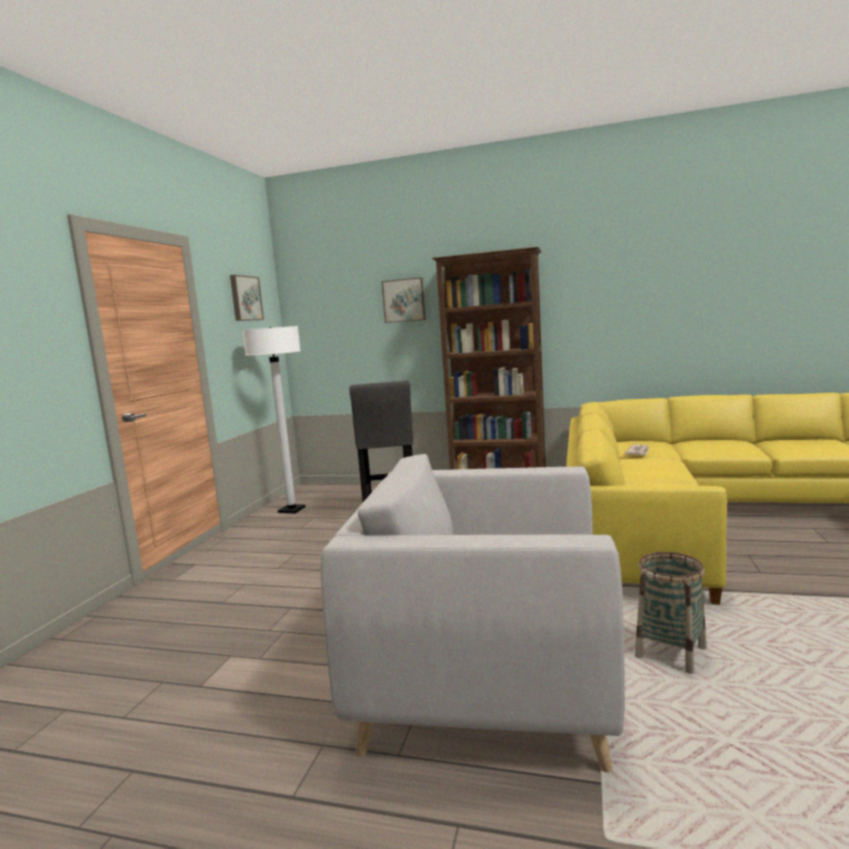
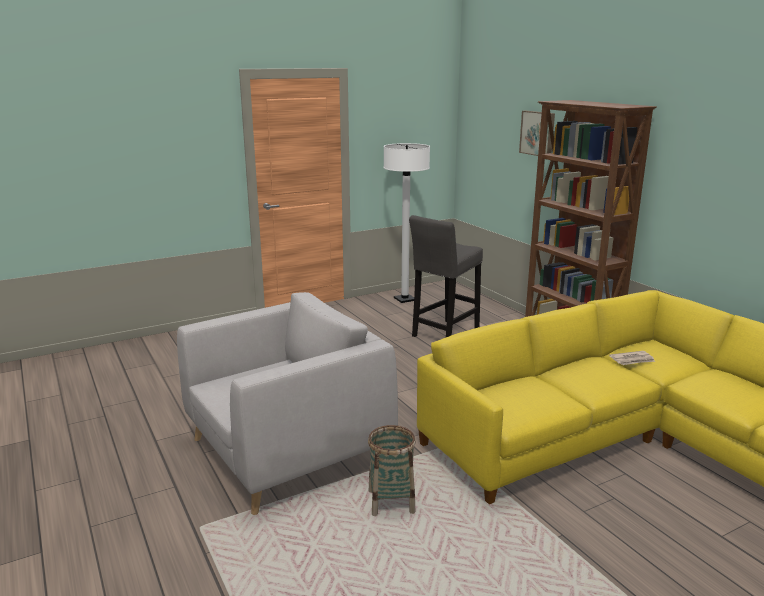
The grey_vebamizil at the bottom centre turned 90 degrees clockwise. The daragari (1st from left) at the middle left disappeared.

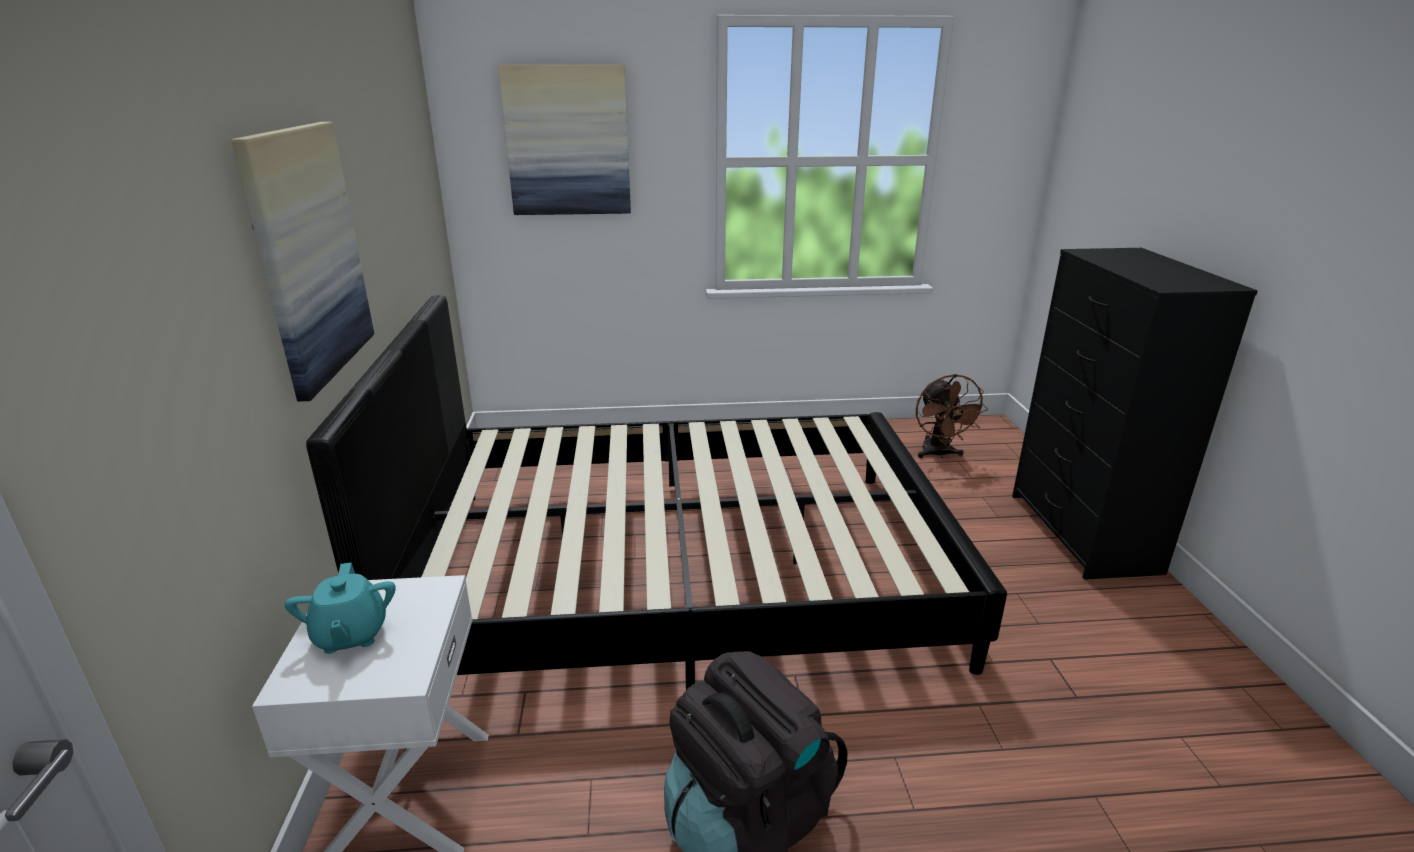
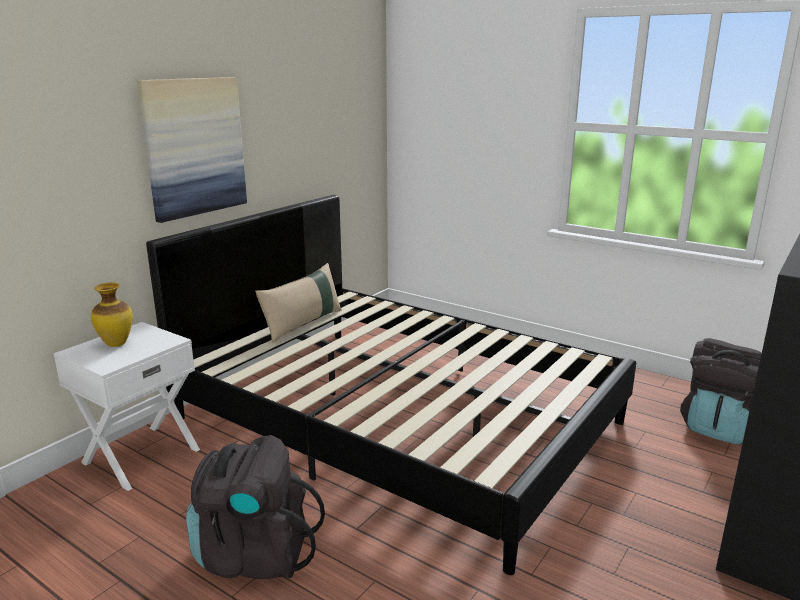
The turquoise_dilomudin at the bottom left was replaced by the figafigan at the middle left. The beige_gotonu at the centre appeared. The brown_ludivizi at the middle right was replaced by the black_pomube (2nd from left) at the middle right. The daragari (2nd from left) at the top centre disappeared.

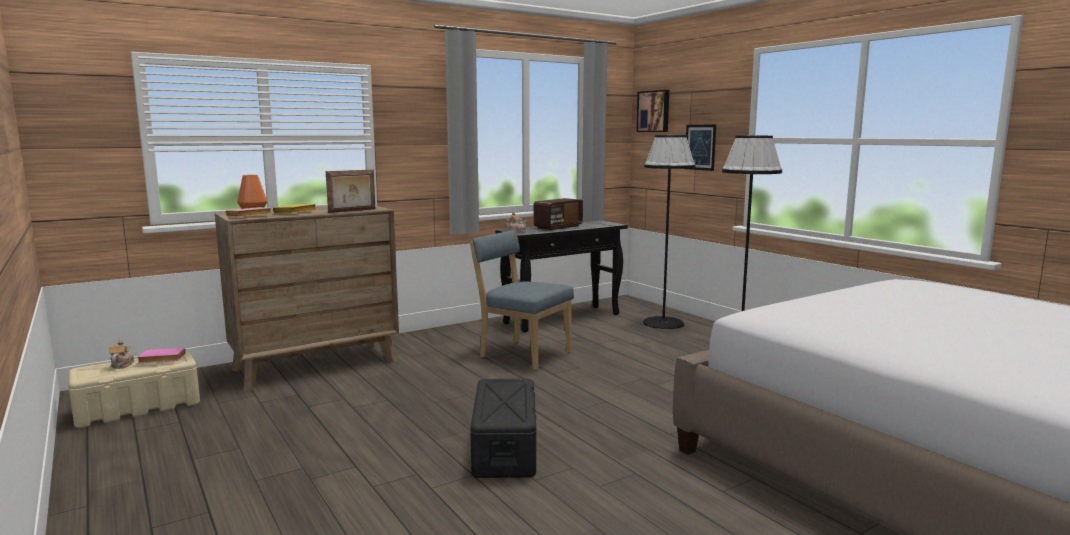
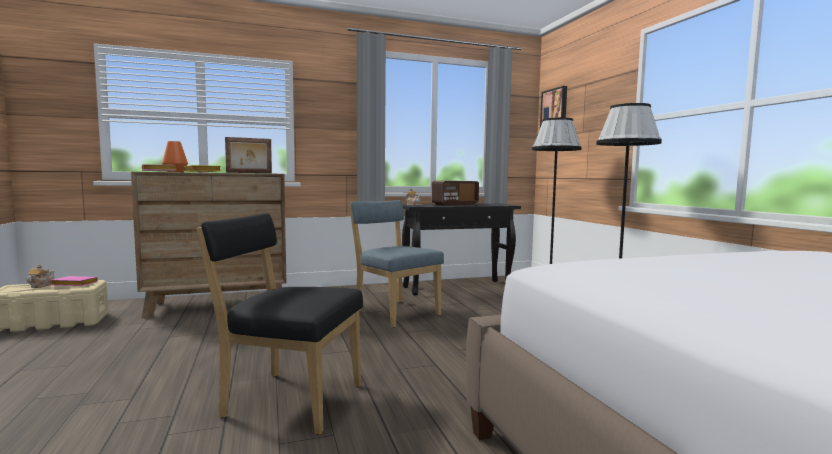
The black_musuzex at the bottom centre was replaced by the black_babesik at the bottom centre. The daragari (2nd from left) at the top centre disappeared.

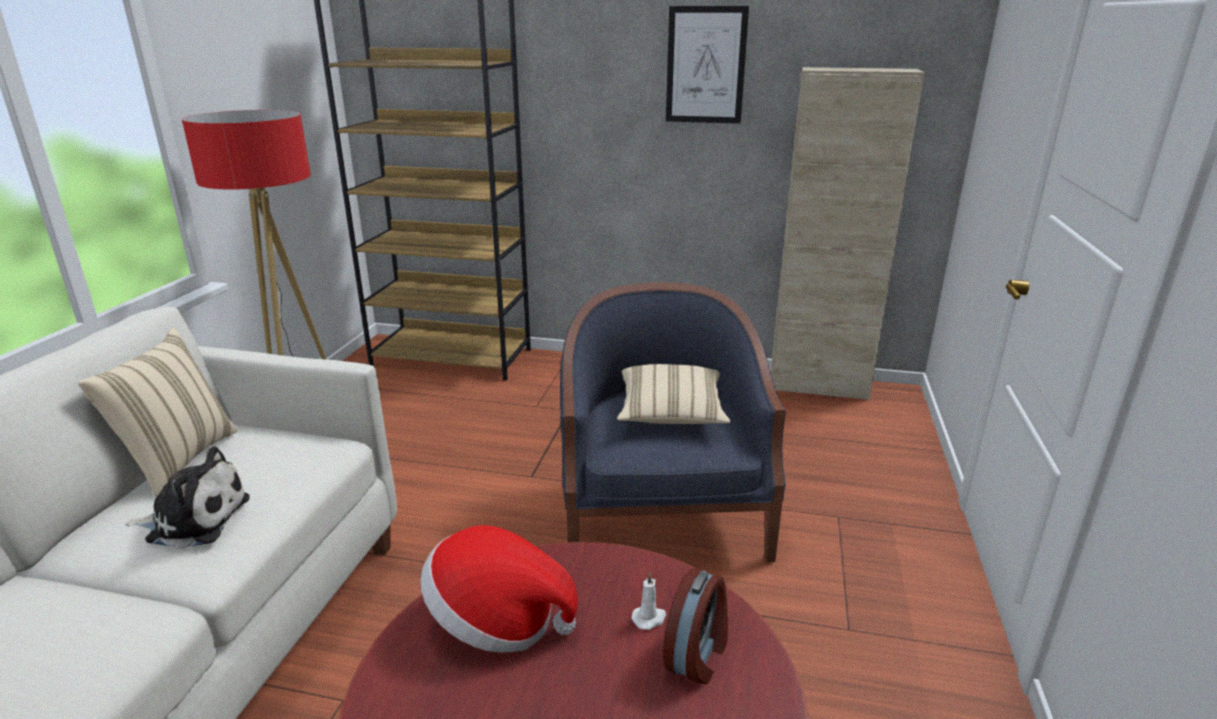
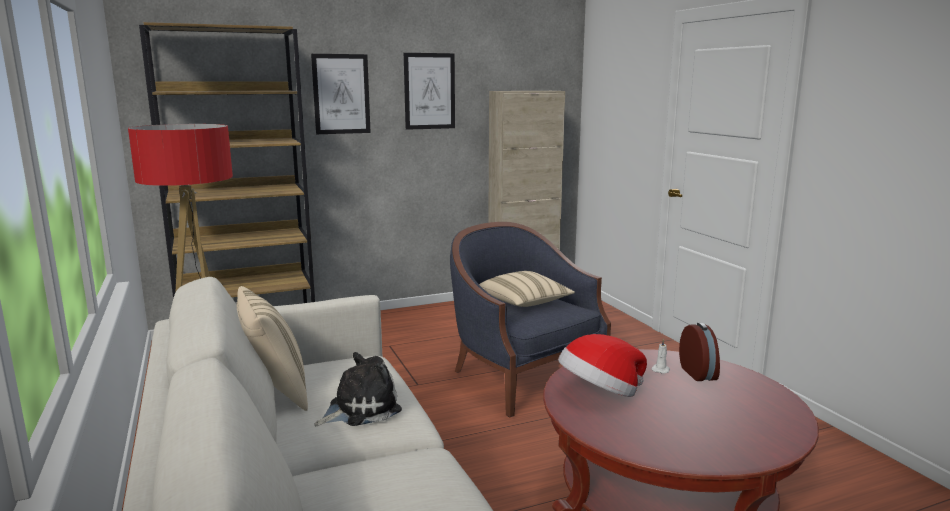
The daragari (1st from left) at the top centre appeared.

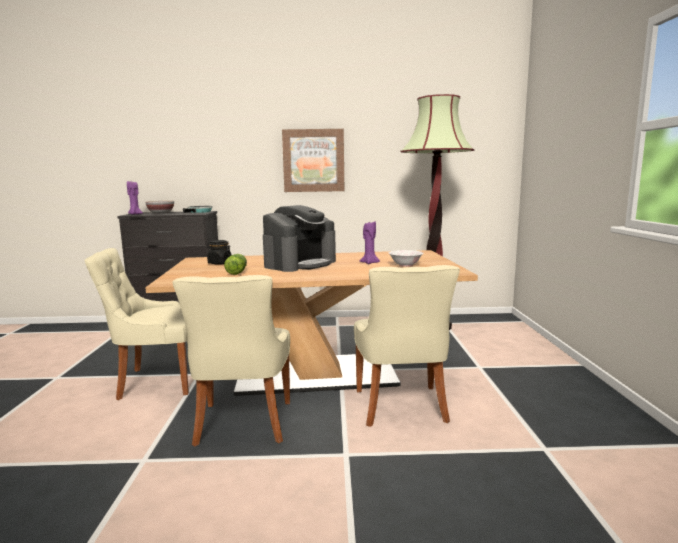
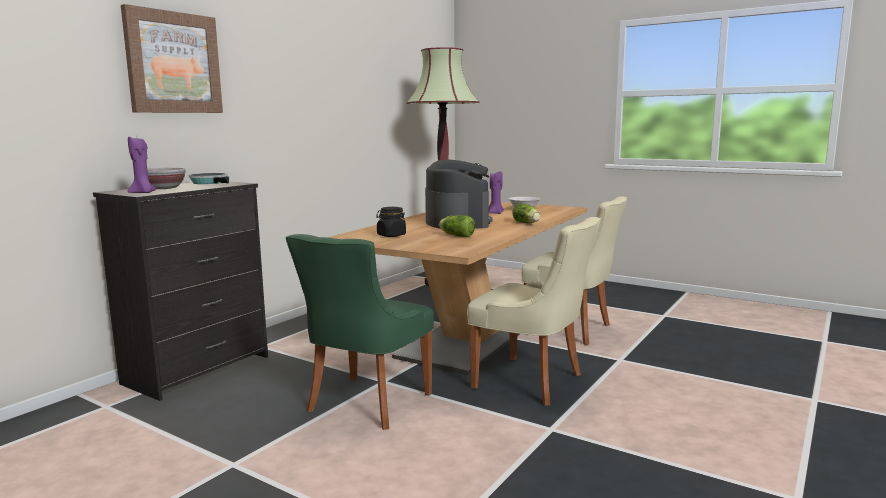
The daragari moved from the top centre to the top left. The beige_babesik (1st from left) at the middle left became the green_babesik at the bottom centre. The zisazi (2nd from left) at the centre appeared.

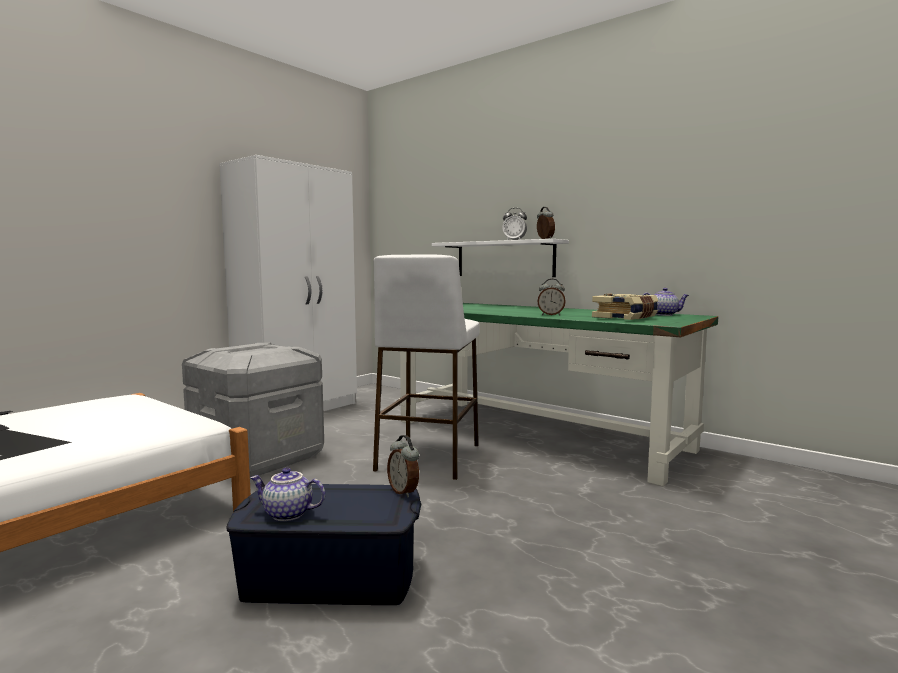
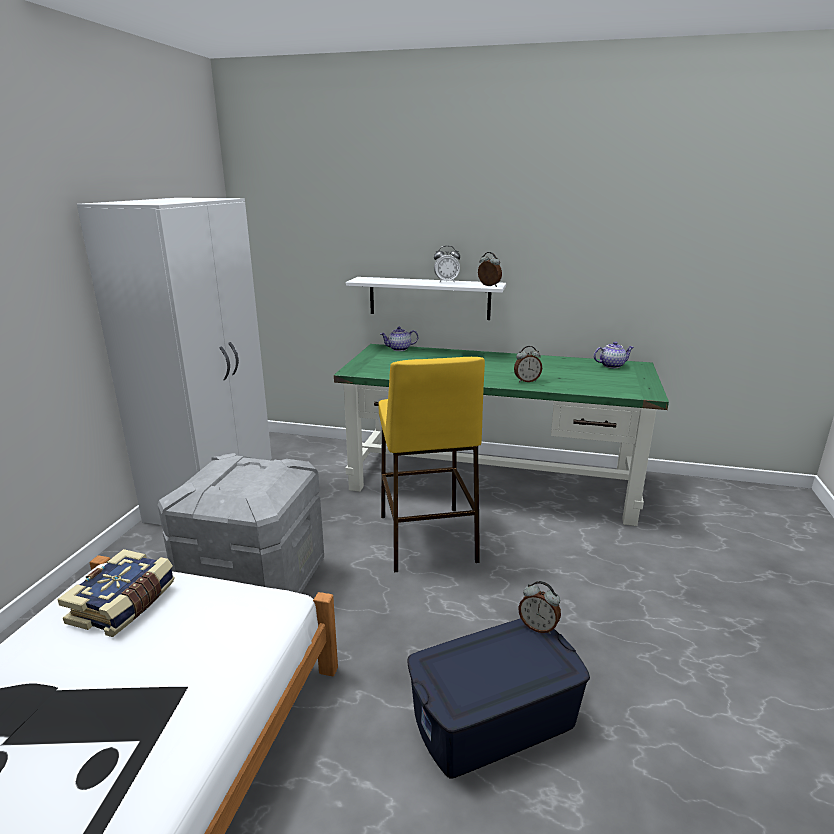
The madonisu moved from the middle right to the bottom left. The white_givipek at the centre became the yellow_givipek at the centre. The dilomudin (1st from left) moved from the bottom left to the centre.

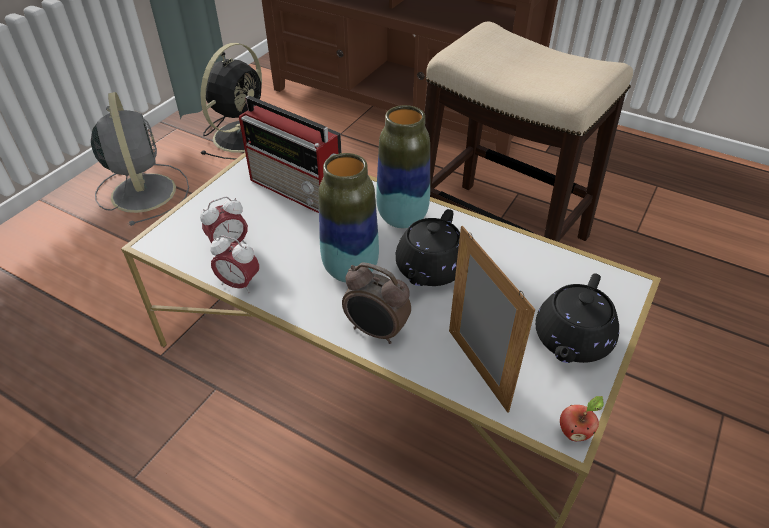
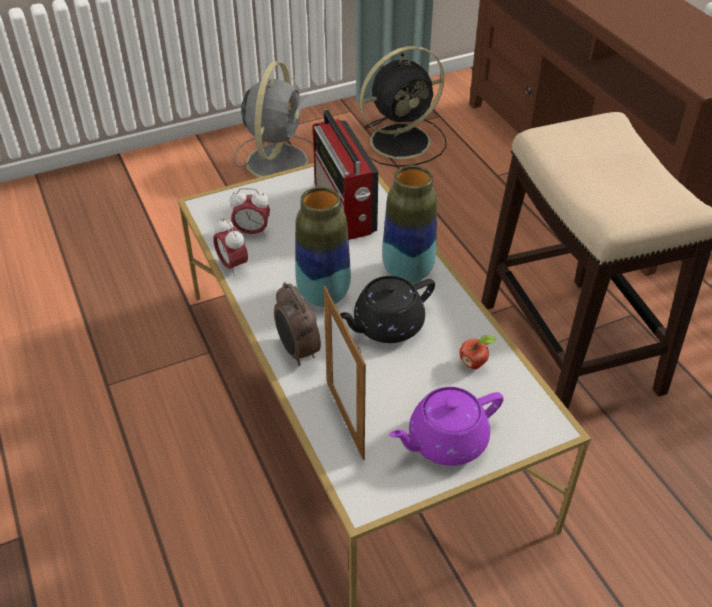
The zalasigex at the centre turned 150 degrees clockwise. The black_dilomudin (2nd from left) at the middle right became the purple_dilomudin at the bottom centre. The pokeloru moved from the bottom right to the middle right.

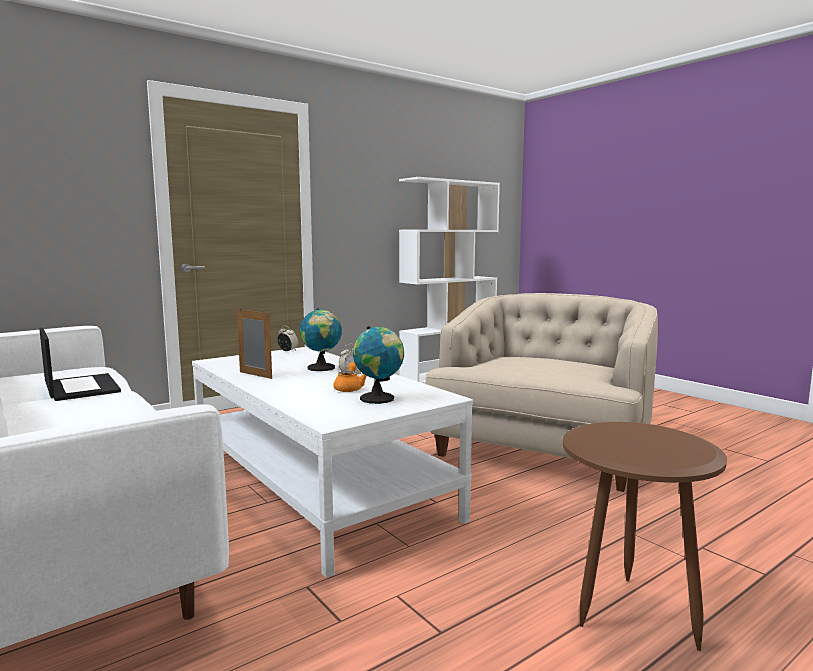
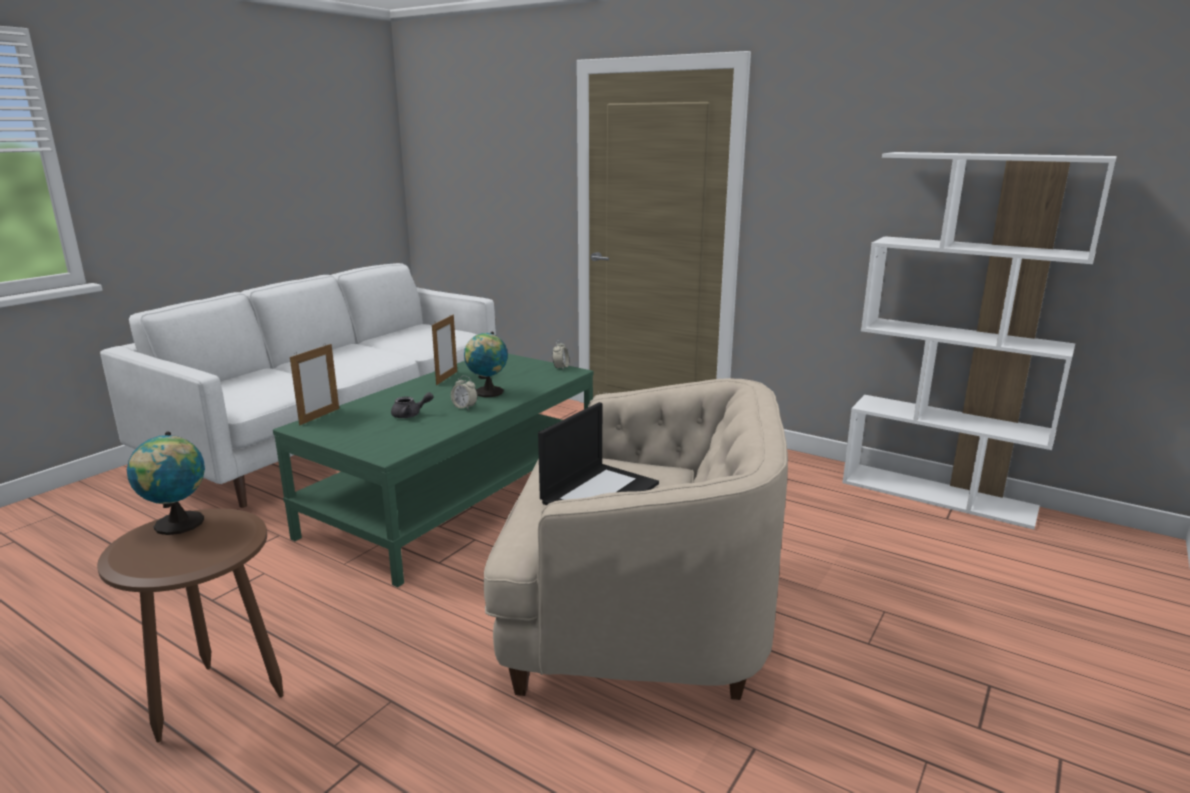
The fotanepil (2nd from left in the first image) moved from the centre to the middle left. The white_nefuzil at the bottom centre became the green_nefuzil at the centre. The zalasigex (1st from left) at the middle left appeared. The orange_dilomudin at the centre became the grey_dilomudin at the centre. The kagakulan moved from the middle left to the centre.

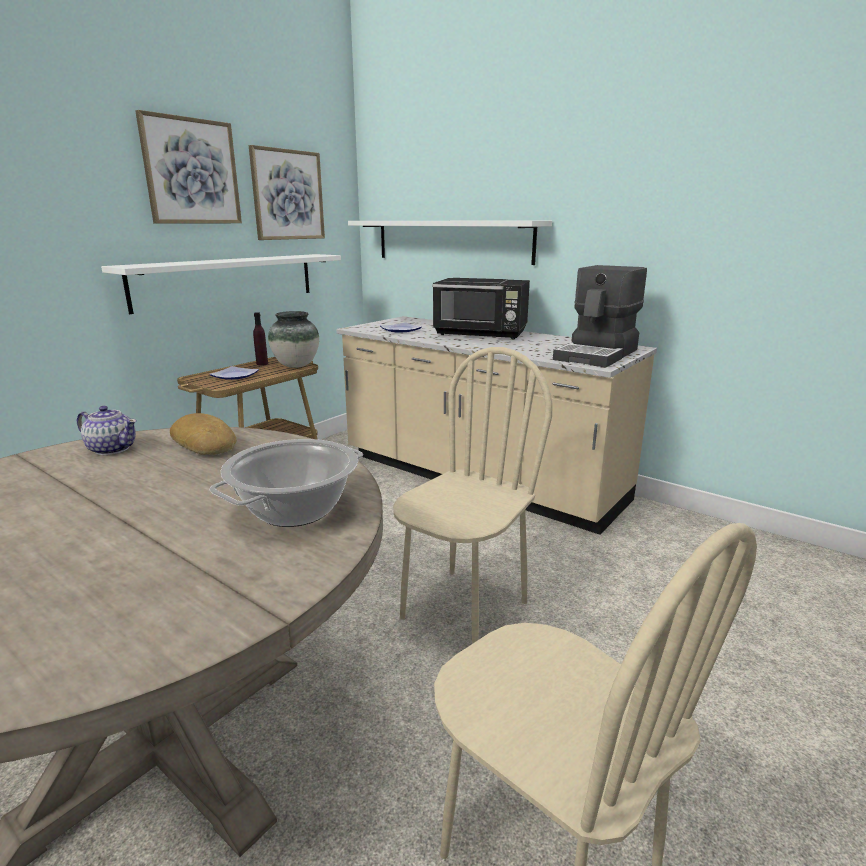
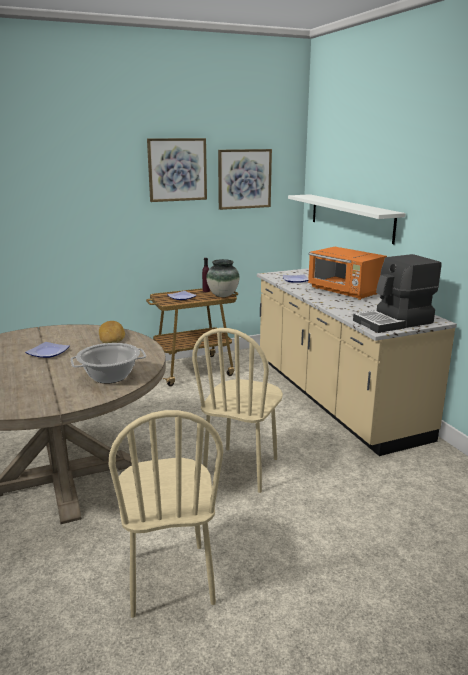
The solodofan (1st from left) at the middle left appeared. The beige_babesik (1st from left in the first image) at the centre turned 135 degrees clockwise. The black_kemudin at the centre became the orange_kemudin at the middle right. The dilomudin at the middle left disappeared. The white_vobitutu (1st from left) at the top left disappeared.

